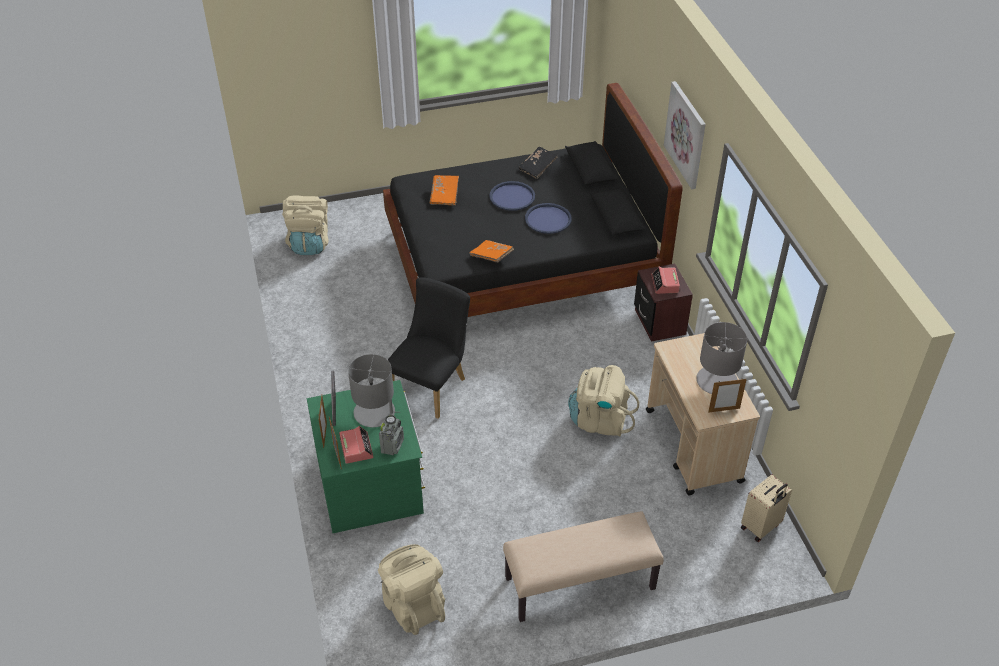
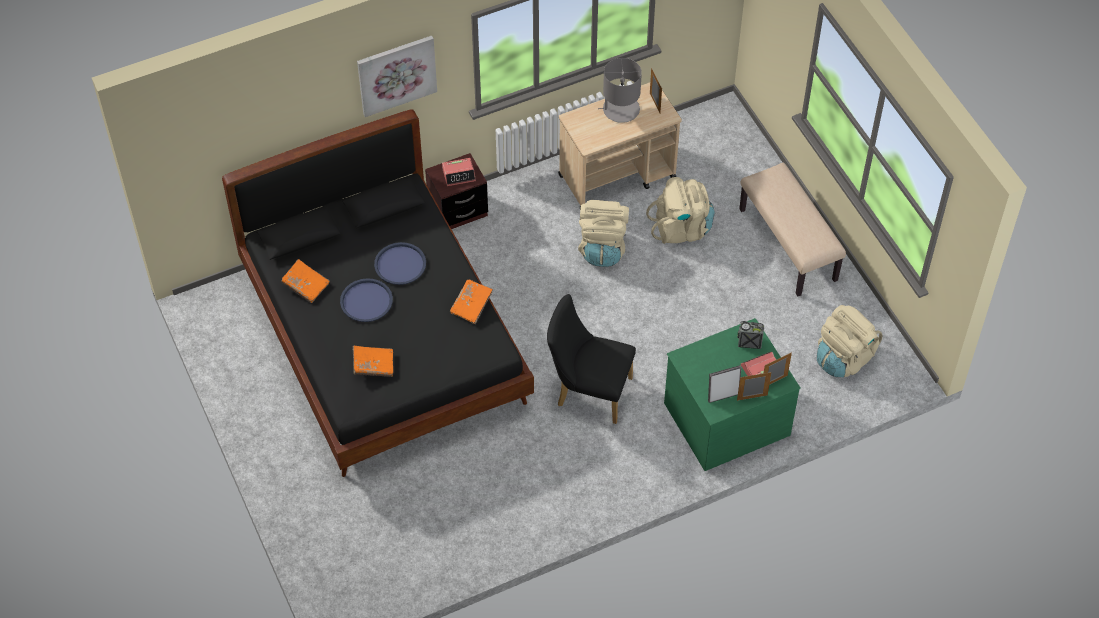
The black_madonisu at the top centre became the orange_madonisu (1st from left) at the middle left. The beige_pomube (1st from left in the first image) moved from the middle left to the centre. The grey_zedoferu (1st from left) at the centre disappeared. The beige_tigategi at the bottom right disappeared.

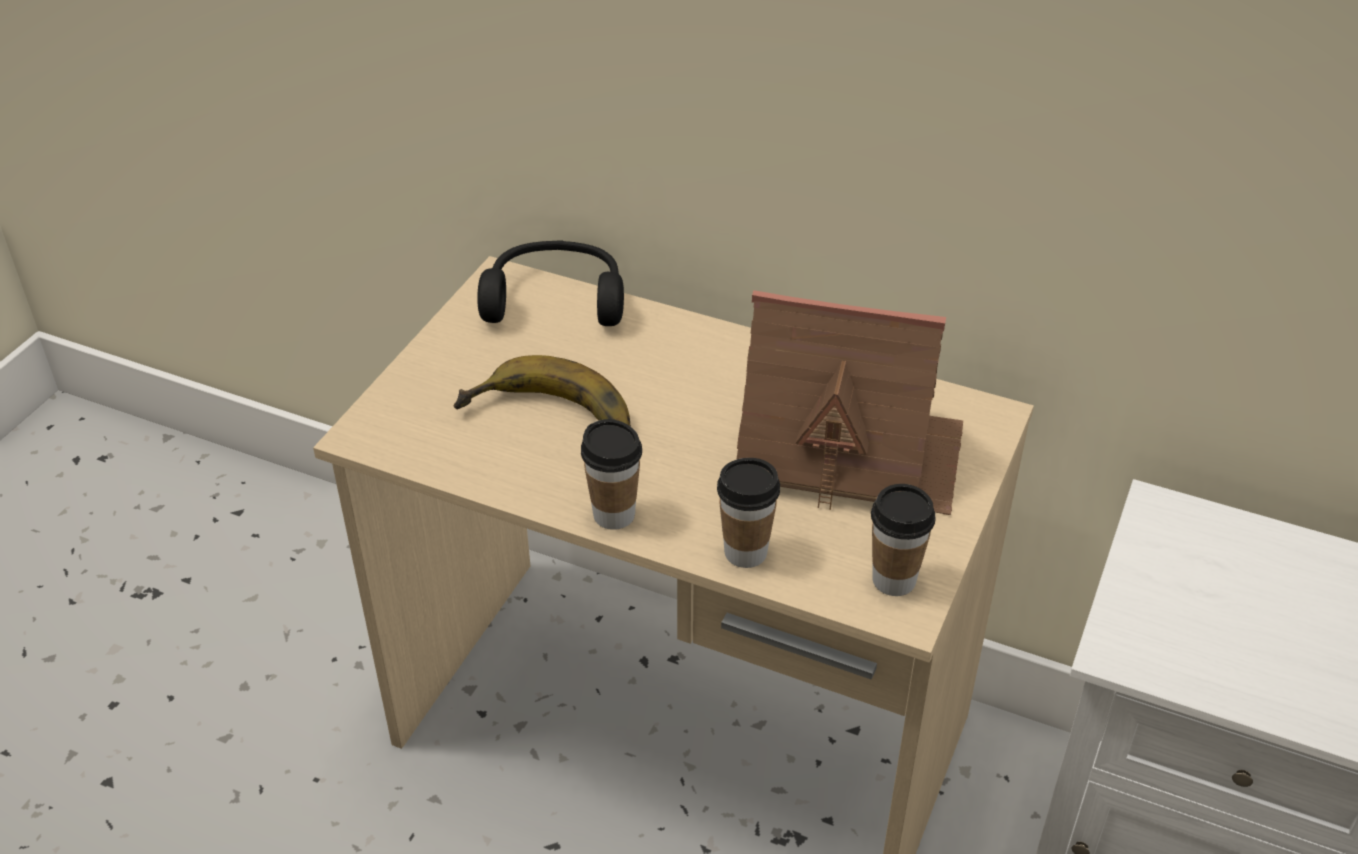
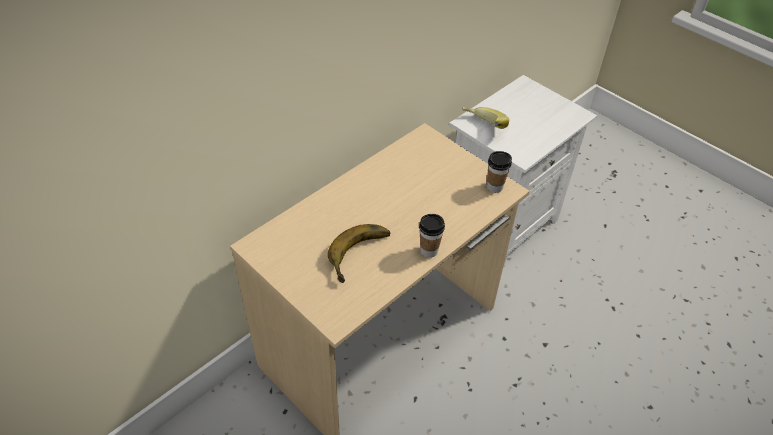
The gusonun (2nd from left) at the top centre appeared. The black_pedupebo at the top centre disappeared. The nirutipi (2nd from left) at the centre disappeared. The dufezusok at the centre disappeared.

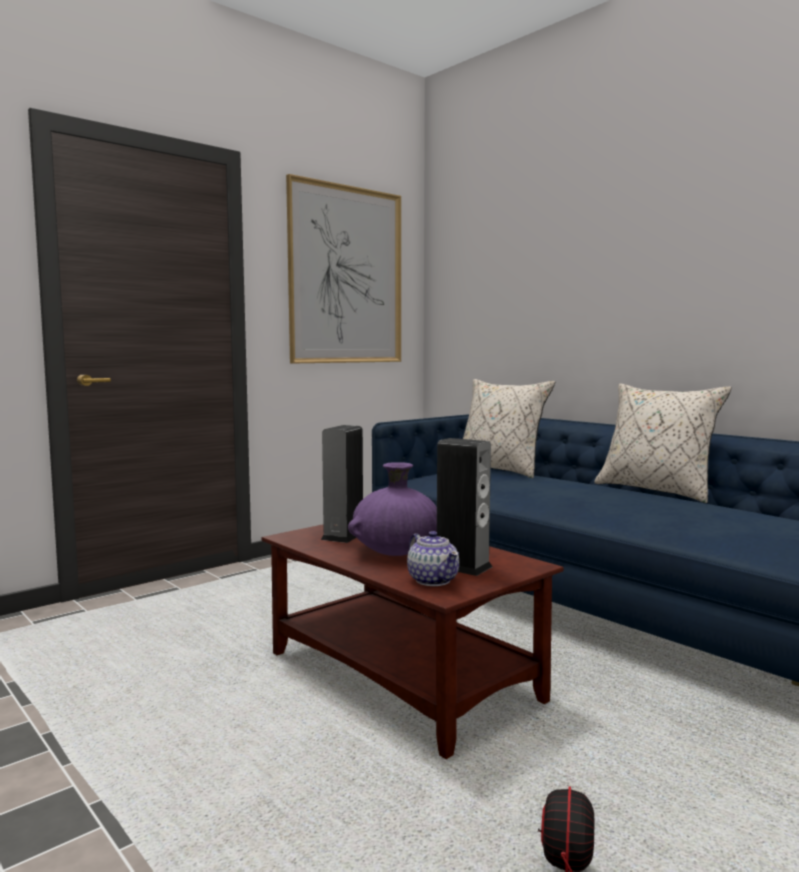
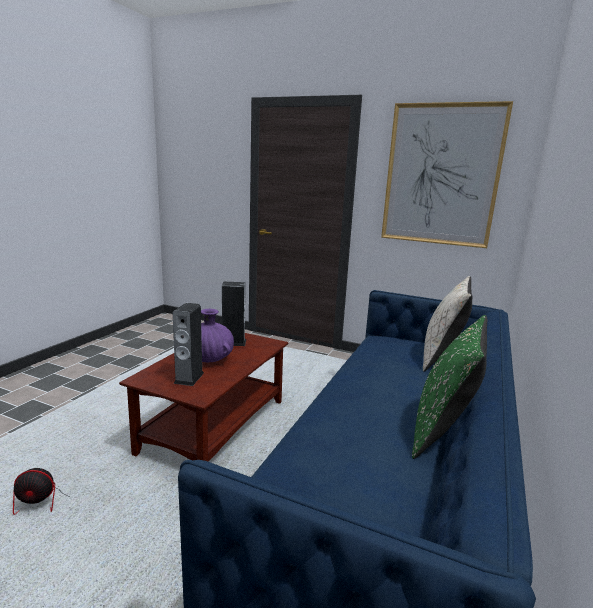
The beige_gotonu (2nd from left) at the middle right became the green_gotonu at the middle right. The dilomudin at the centre disappeared.

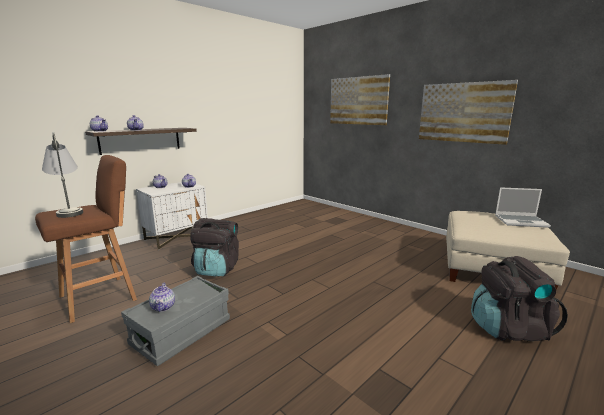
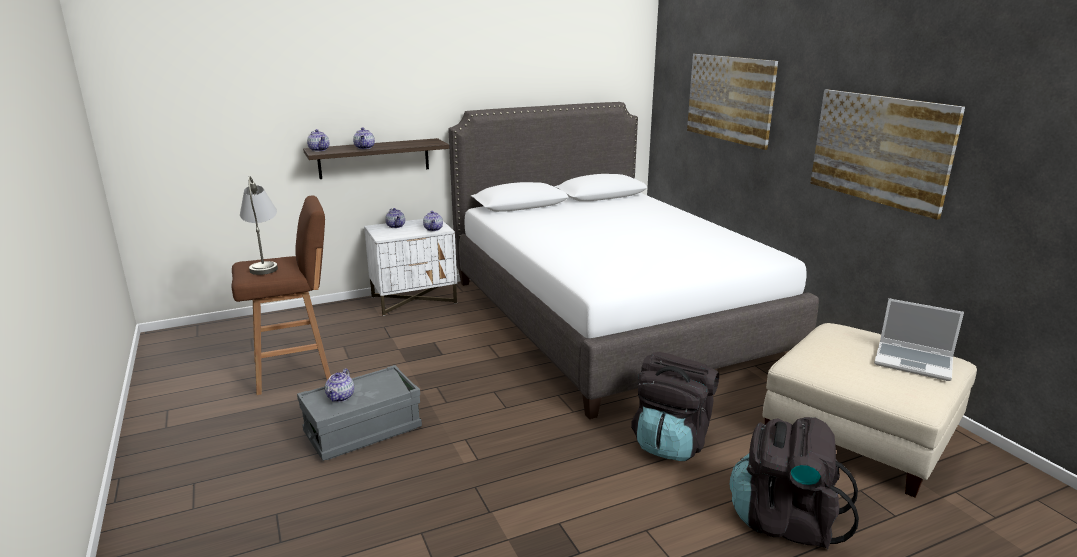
The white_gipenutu at the centre appeared. The black_pomube (1st from left) moved from the centre to the bottom centre.

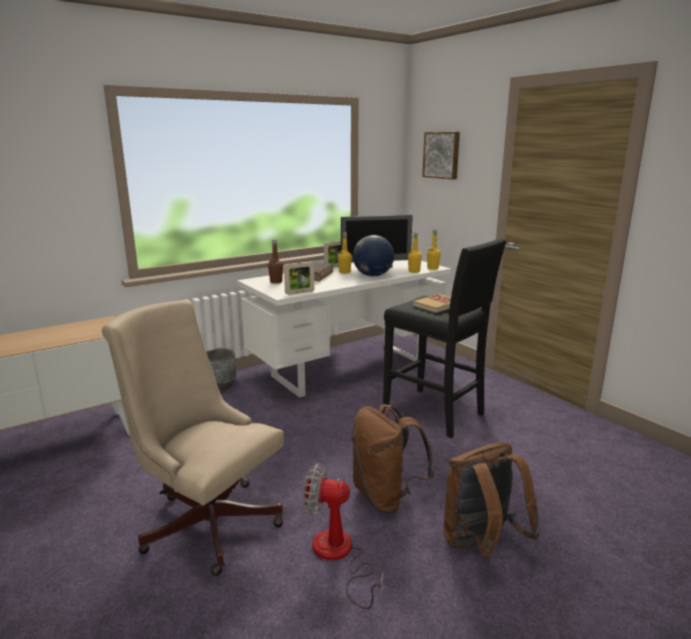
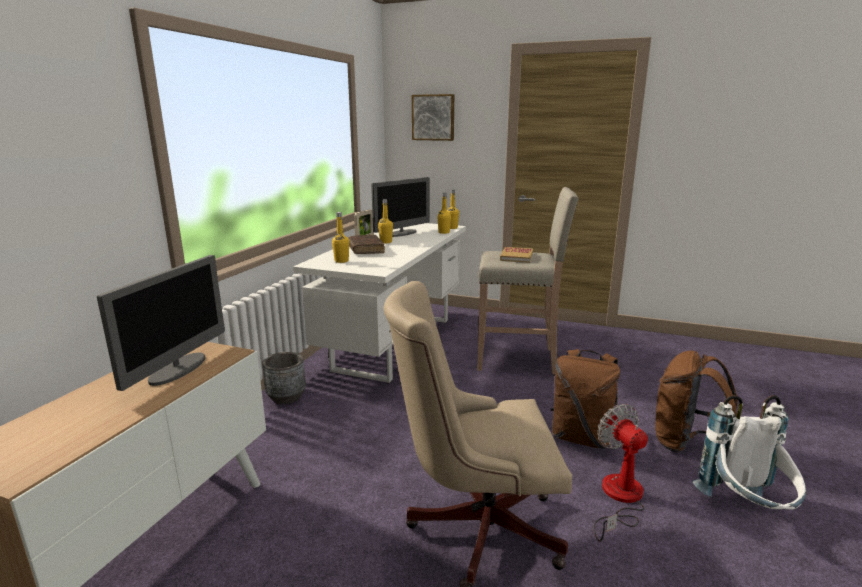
The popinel (1st from left) at the middle left appeared. The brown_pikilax at the centre became the yellow_pikilax (1st from left) at the centre. The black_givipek at the centre became the beige_givipek at the centre. The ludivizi at the bottom centre turned 90 degrees clockwise. The white_pomube at the bottom right appeared. The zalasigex (1st from left) at the centre disappeared. The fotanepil at the centre disappeared.

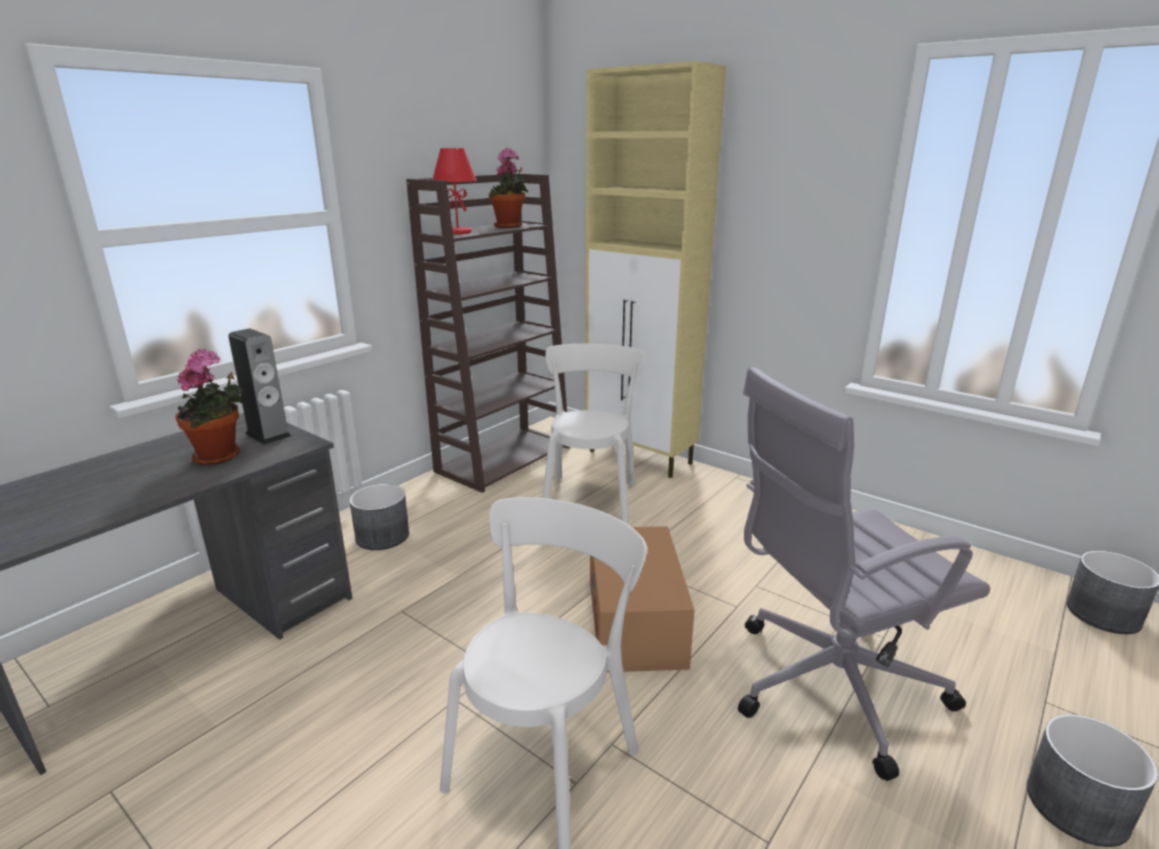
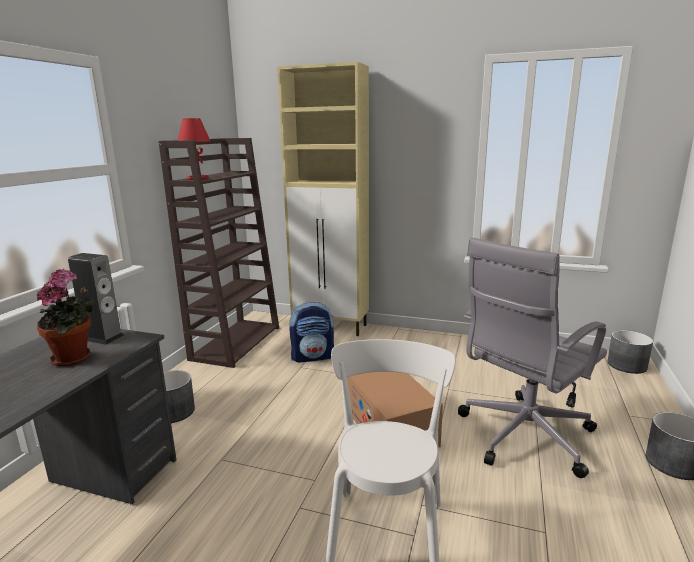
The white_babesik (2nd from left) at the centre was replaced by the pomube at the centre. The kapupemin (2nd from left) at the top centre disappeared.

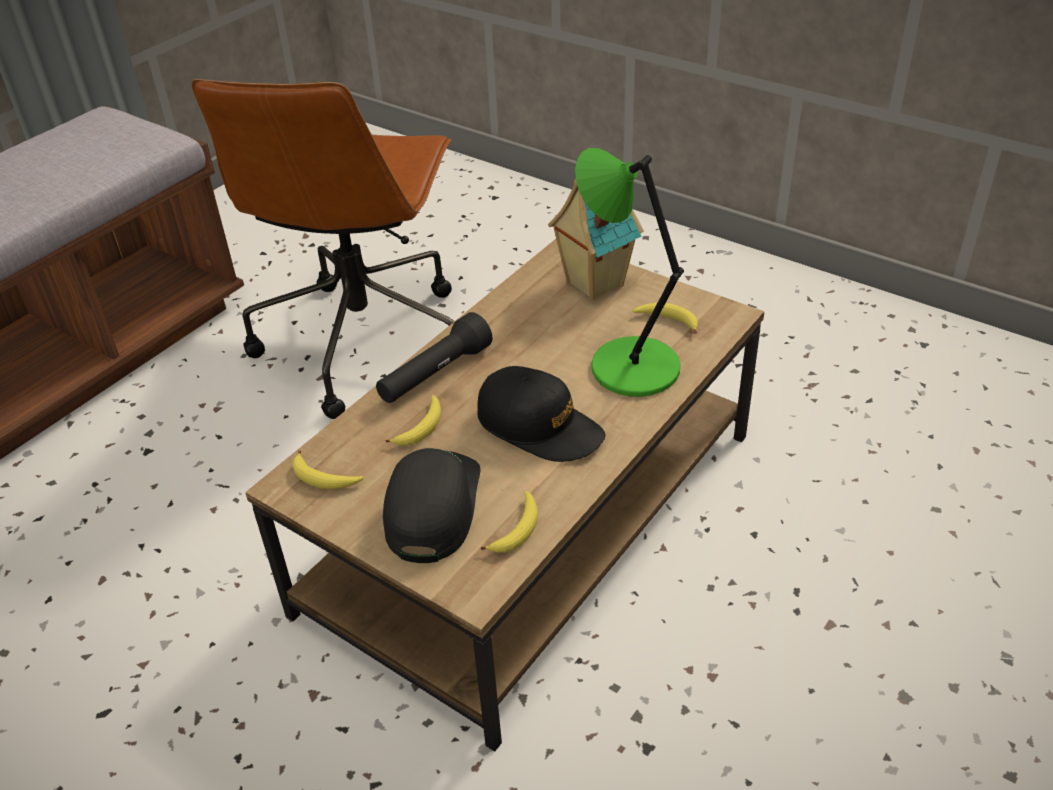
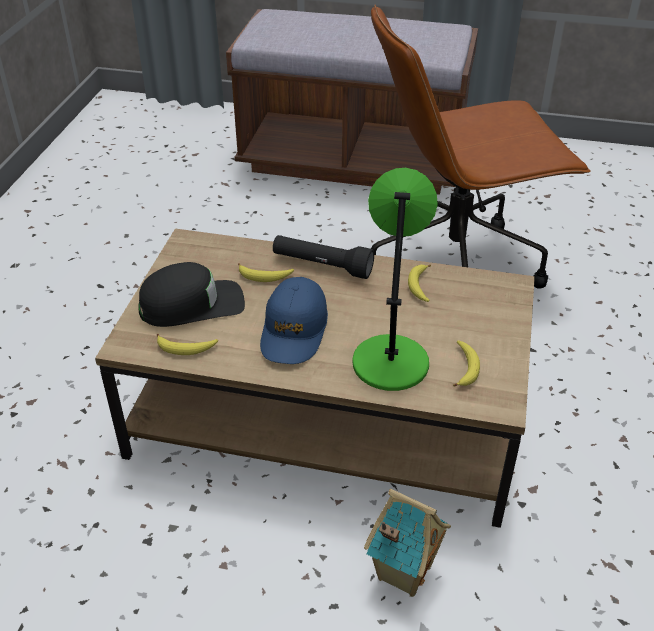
The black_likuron (2nd from left) at the centre became the blue_likuron at the centre. The dufezusok moved from the top centre to the bottom centre. The gusonun (1st from left in the first image) moved from the middle left to the centre.

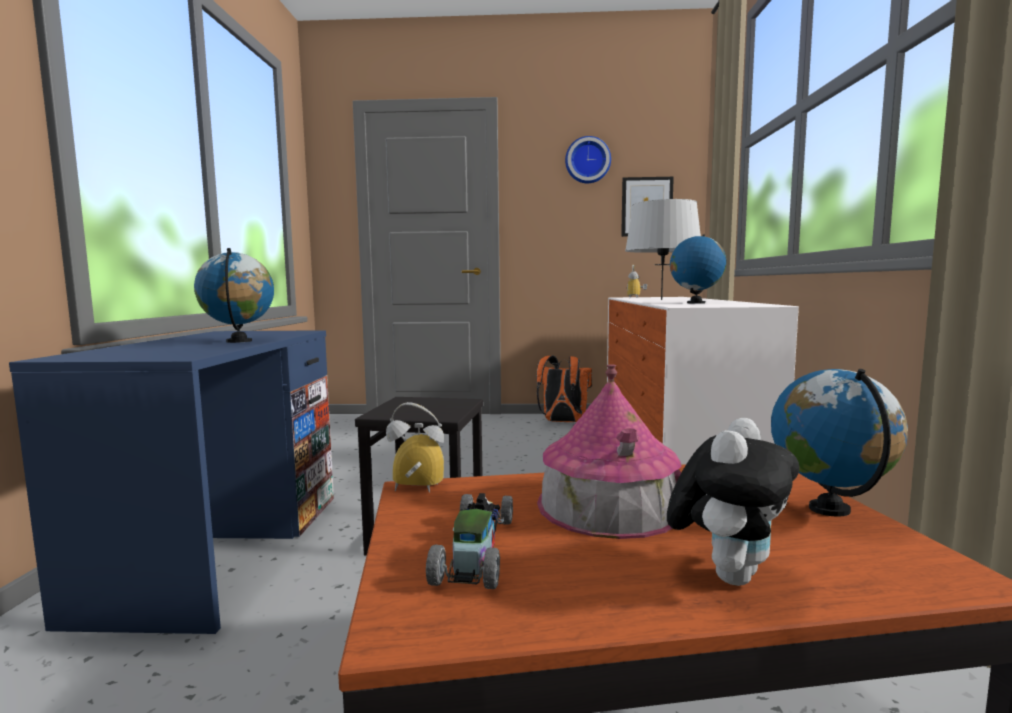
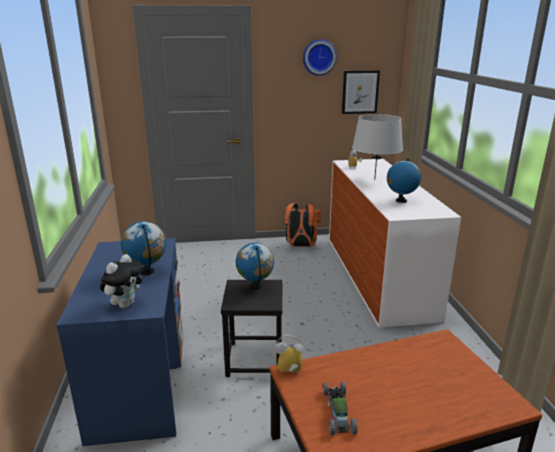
The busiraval moved from the bottom right to the middle left. The fotanepil (3rd from left in the first image) moved from the middle right to the centre. The dufezusok at the centre disappeared.

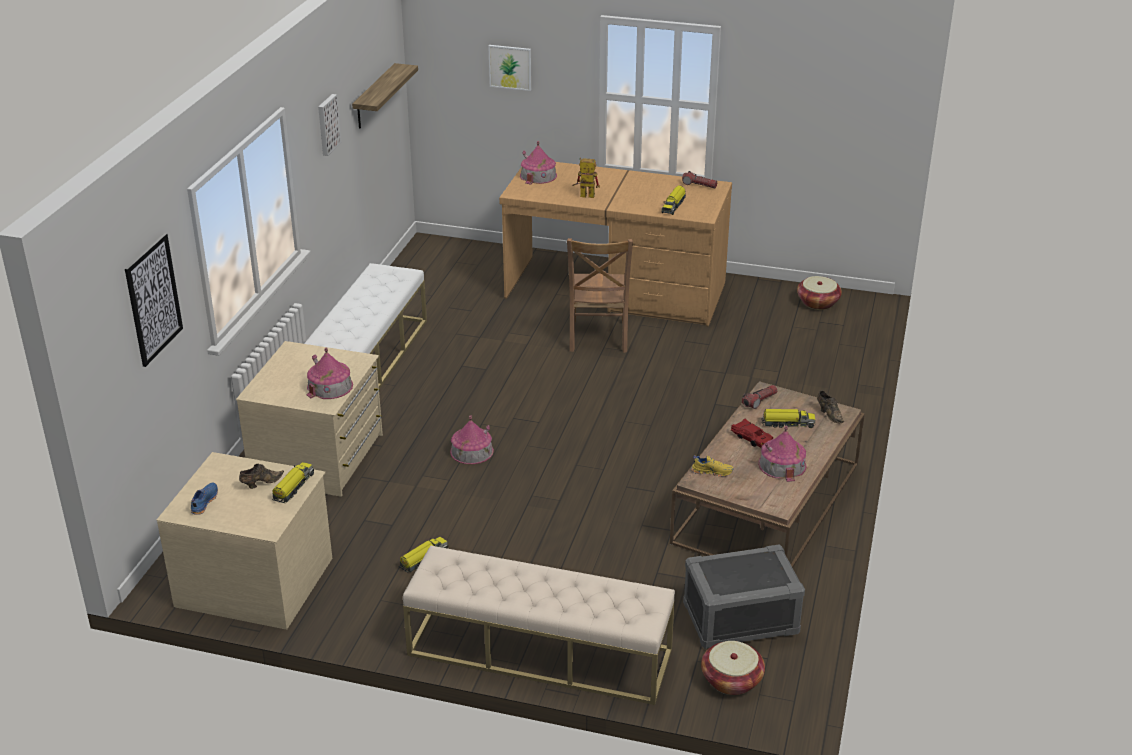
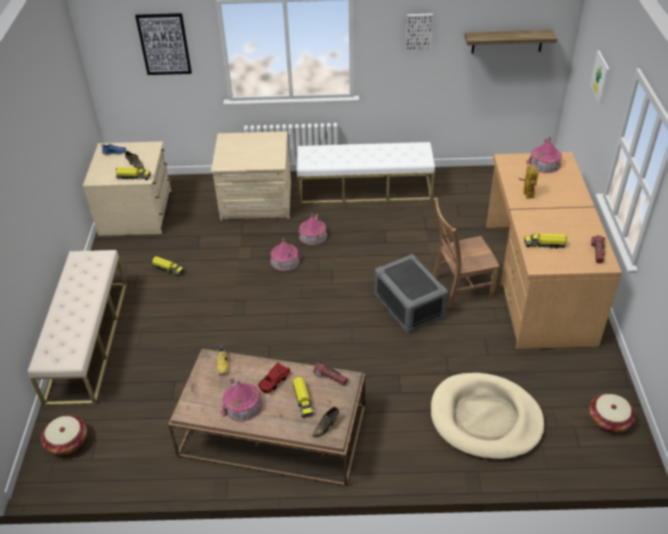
The dufezusok (1st from left in the first image) moved from the middle left to the centre. The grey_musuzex moved from the bottom centre to the centre. The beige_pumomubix at the bottom right appeared.

